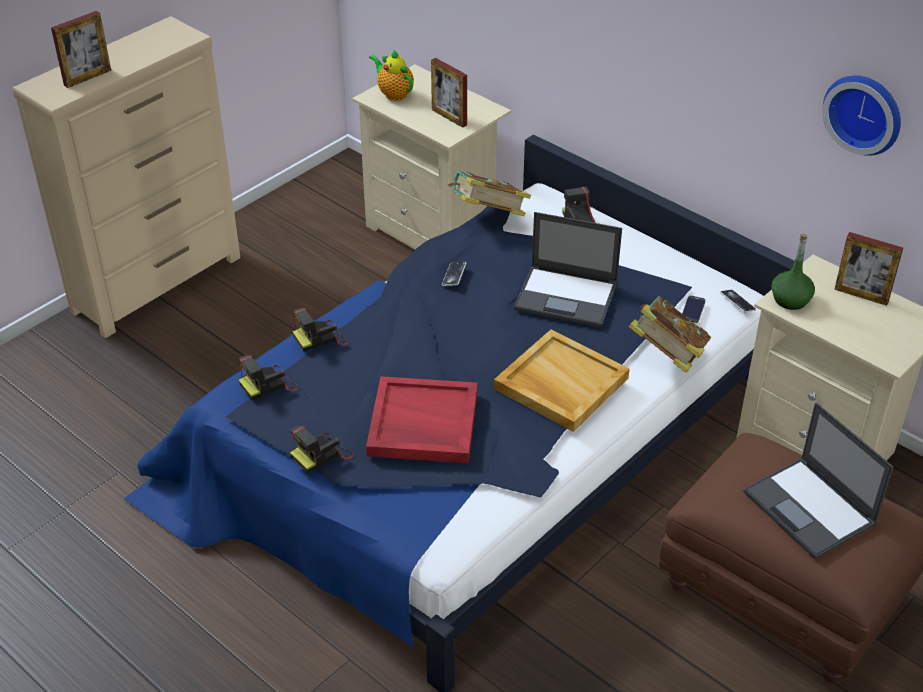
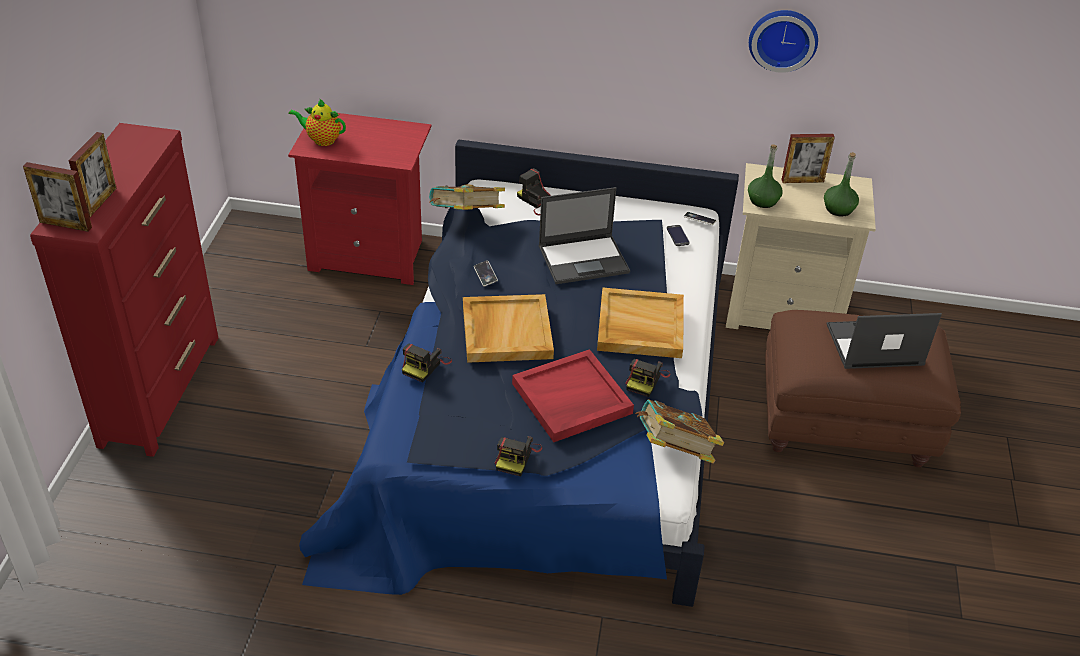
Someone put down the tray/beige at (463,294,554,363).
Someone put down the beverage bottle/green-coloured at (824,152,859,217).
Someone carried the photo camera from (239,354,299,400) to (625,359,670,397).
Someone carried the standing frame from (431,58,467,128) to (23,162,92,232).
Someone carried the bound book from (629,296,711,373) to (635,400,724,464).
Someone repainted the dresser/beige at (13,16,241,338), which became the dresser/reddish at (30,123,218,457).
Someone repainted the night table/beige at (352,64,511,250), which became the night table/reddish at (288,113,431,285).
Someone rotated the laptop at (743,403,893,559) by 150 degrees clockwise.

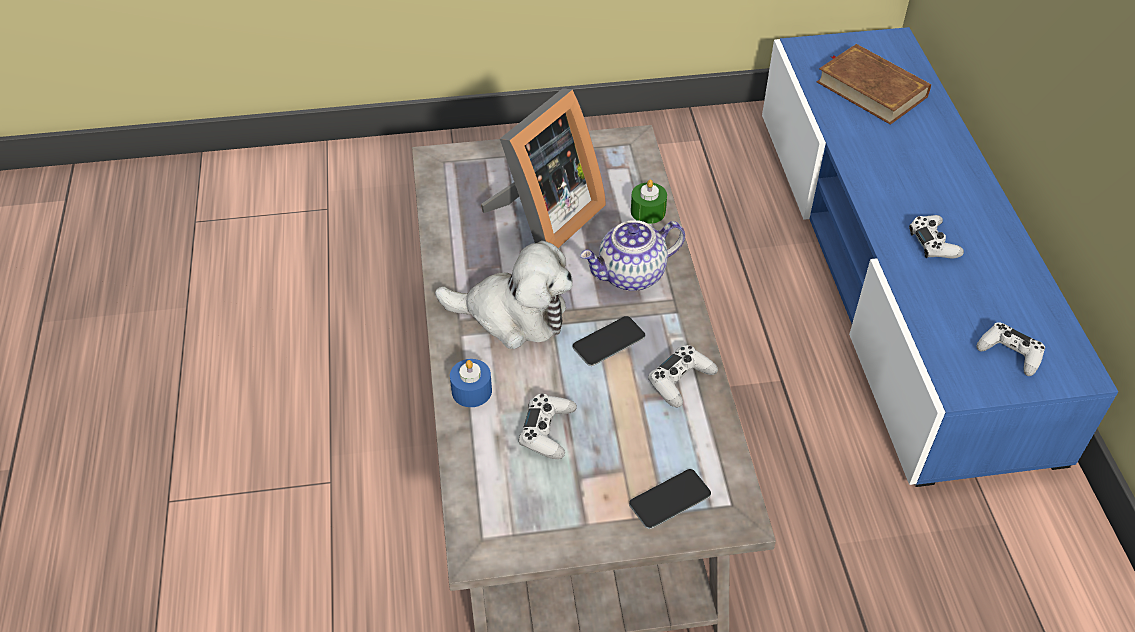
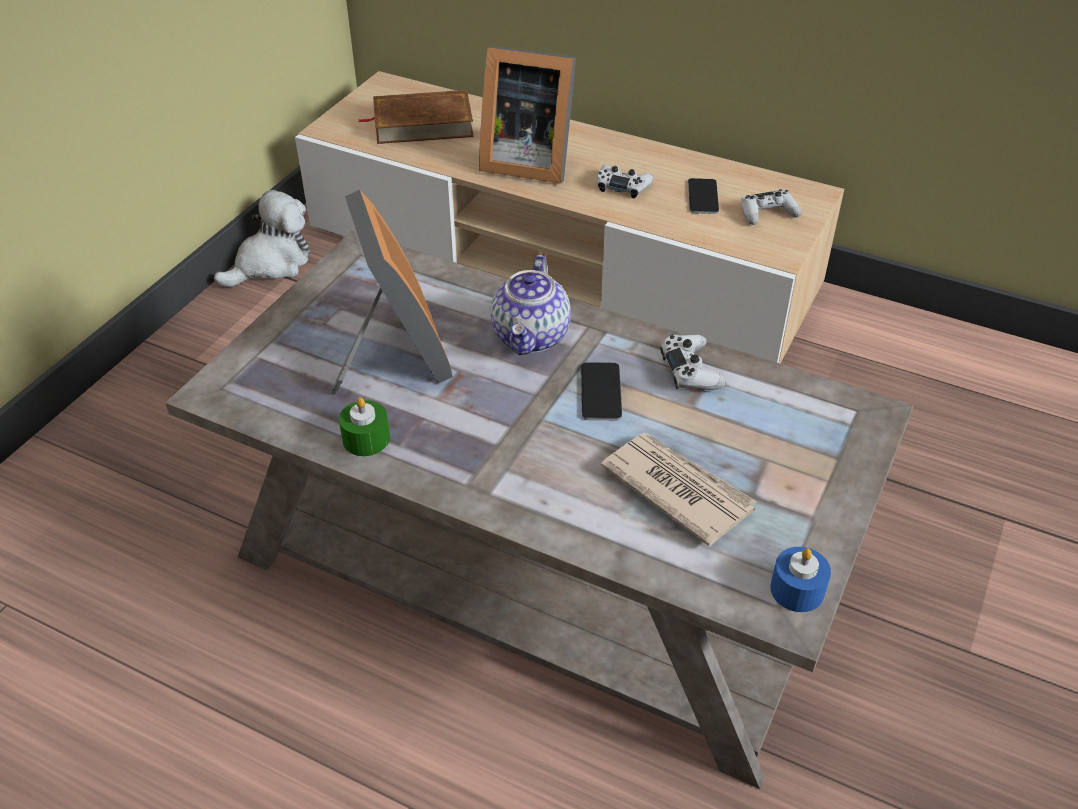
Someone put down the standing frame at (479,46,576,184).
Someone carried the soft toy from (435,241,572,349) to (214,190,310,287).
Someone carried the wax candle/bluish from (450,359,492,407) to (770,547,831,612).
Someone carried the handset from (629,469,711,529) to (688,178,719,214).
Someone carried the wax candle/green-coloured from (631,179,667,224) to (339,397,390,456).
Someone swapped the gamepad/whitish at (519,394,577,459) for the daily paper at (600,433,757,546).
Someone repainted the tv stand/bluish at (762,27,1118,487), which became the tv stand/beige at (295,71,844,363).

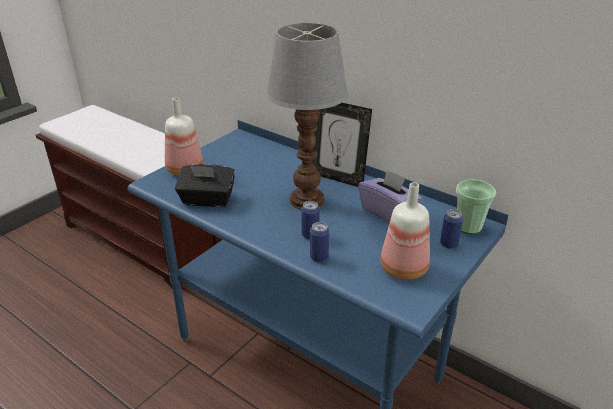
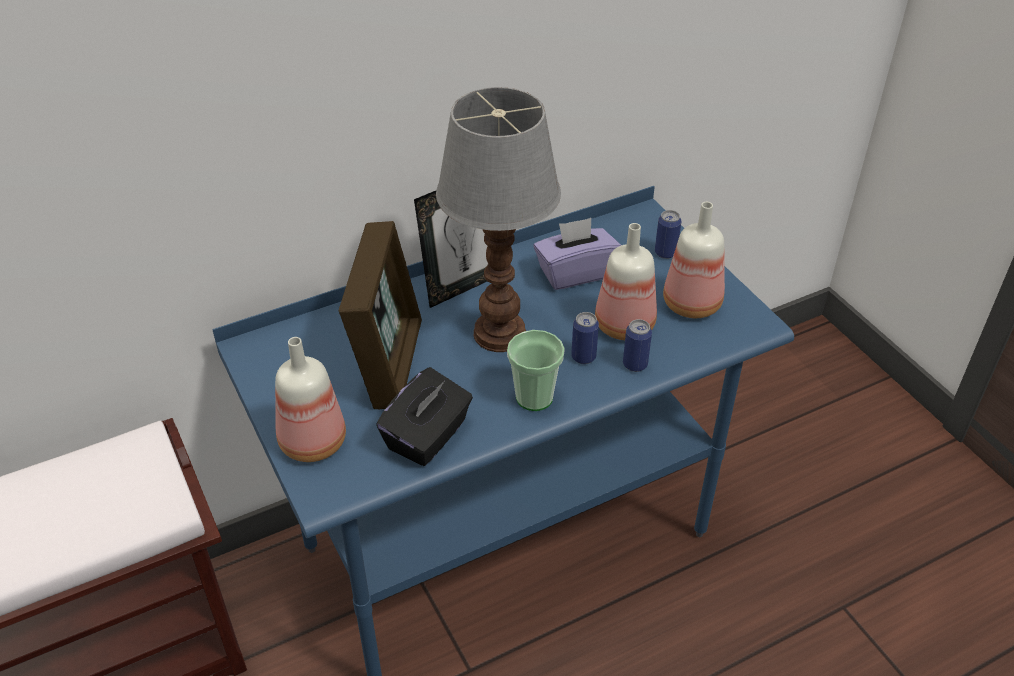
Someone put down the standing frame at (339,221,422,409).
Someone put down the beverage bottle at (595,223,657,340).
Someone carried the cup from (456,179,496,235) to (507,330,565,411).

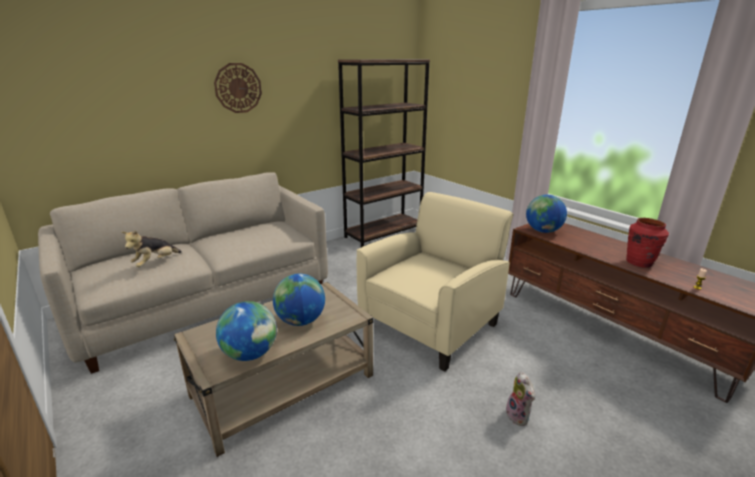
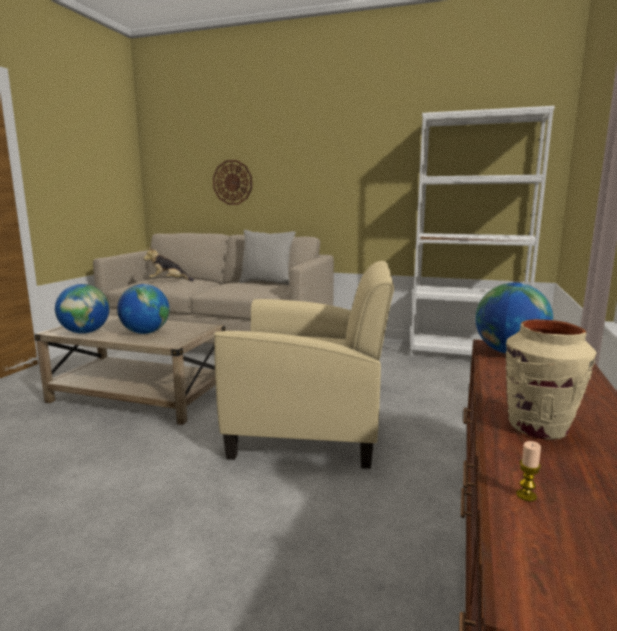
Someone took away the soft toy at (506,372,535,426).
Someone put down the throw pillow/gray at (239,230,296,285).
Someone carried the wall clock from (214,63,262,113) to (213,160,252,205).
Someone repainted the shelving unit/brown-coloured at (338,59,430,247), which became the shelving unit/whitish at (410,106,555,357).
Someone repainted the flower vase/reddish at (626,218,669,268), which became the flower vase/beige at (506,319,597,440).

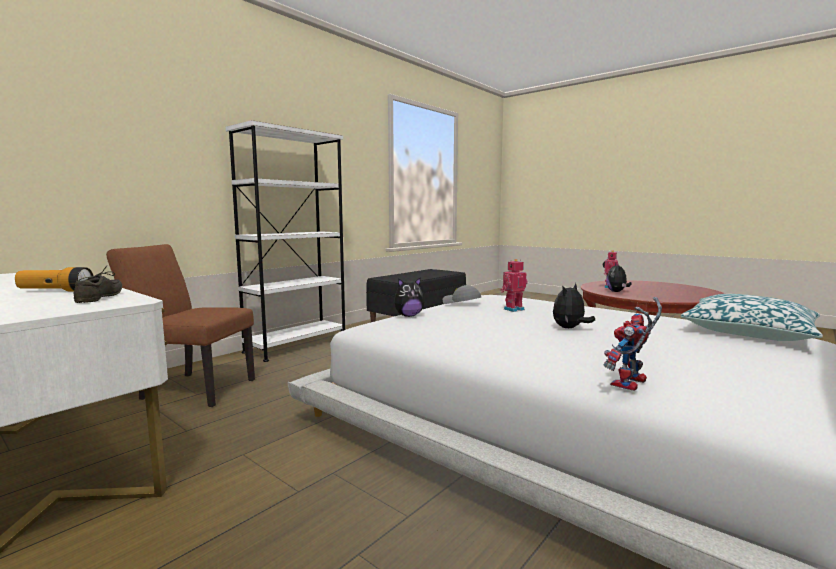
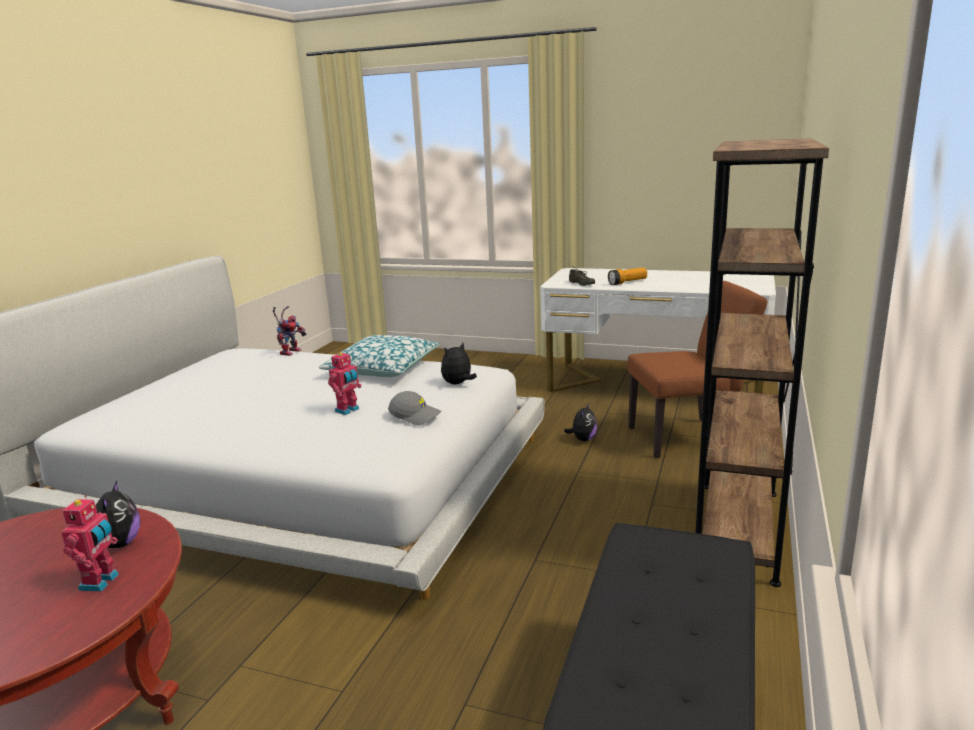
Someone carried the soft toy from (553,283,595,328) to (564,403,597,441).
Someone carried the throw pillow from (681,294,823,341) to (319,335,440,377).
Someone repainted the shelving unit/whitish at (226,120,345,362), which became the shelving unit/brown-coloured at (695,138,829,587).

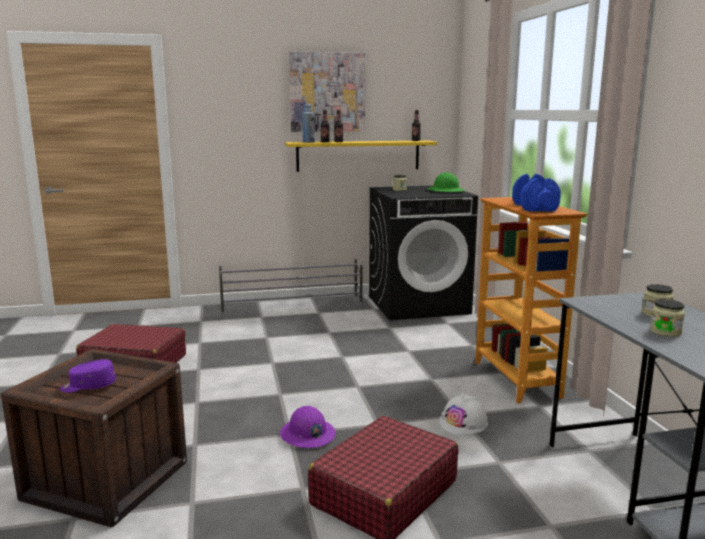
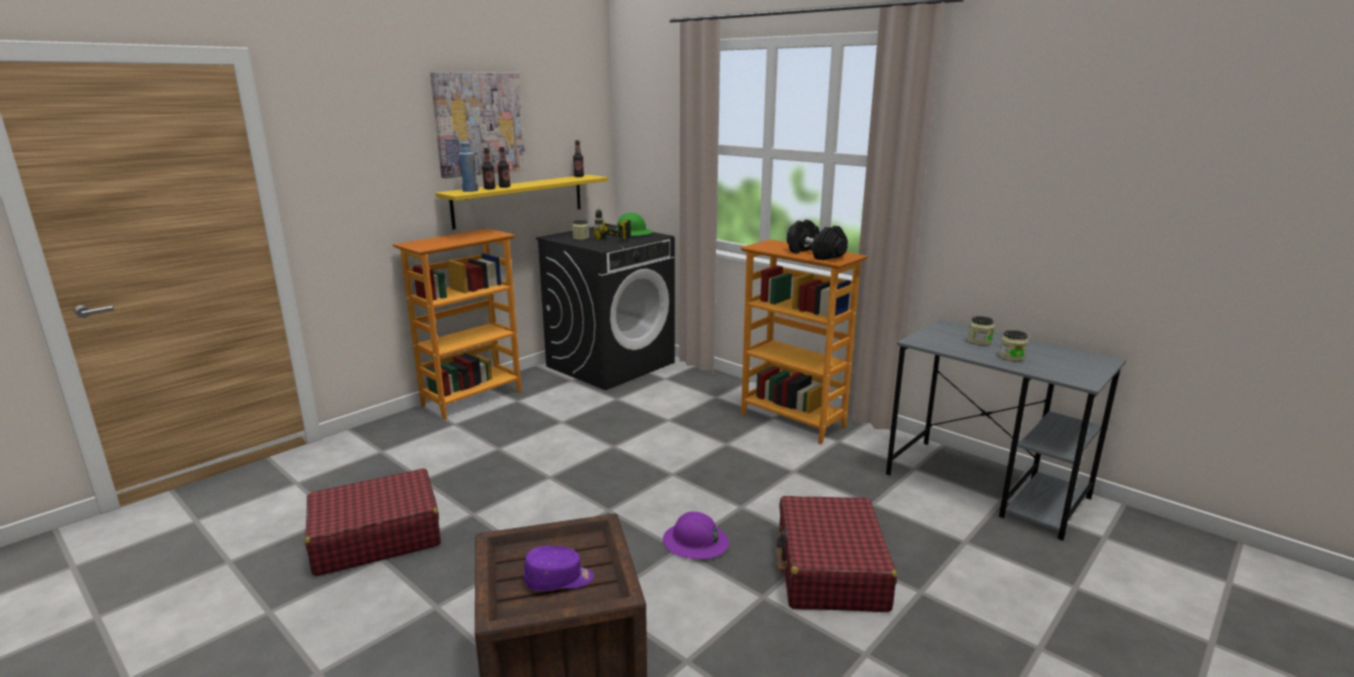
Someone took away the safety helmet/whitish at (439,393,488,435).
Someone put down the power drill at (594,207,631,240).
Someone swapped the shoe stand/gray at (219,258,363,314) for the shelving unit at (392,229,522,420).
Someone repainted the free weight/bluish at (512,174,561,211), which became the free weight/blackish at (787,220,848,260).
Someone rotated the cap/purplish at (60,359,116,393) by 150 degrees counterclockwise.

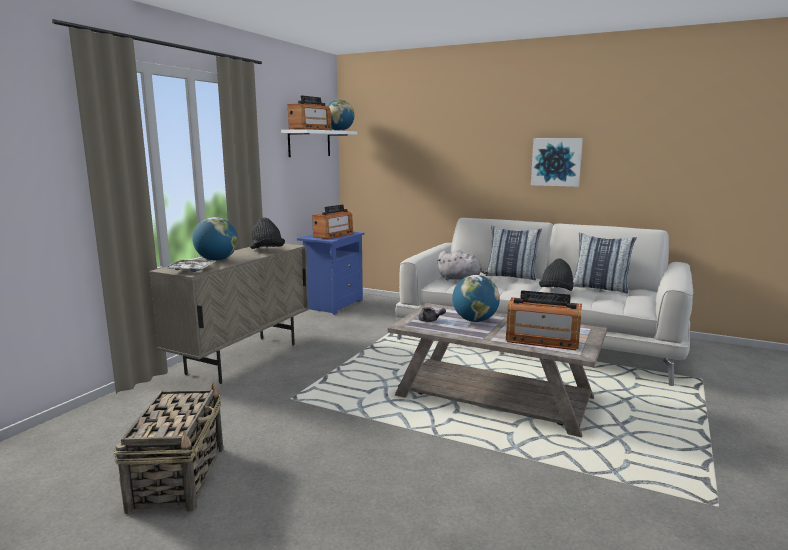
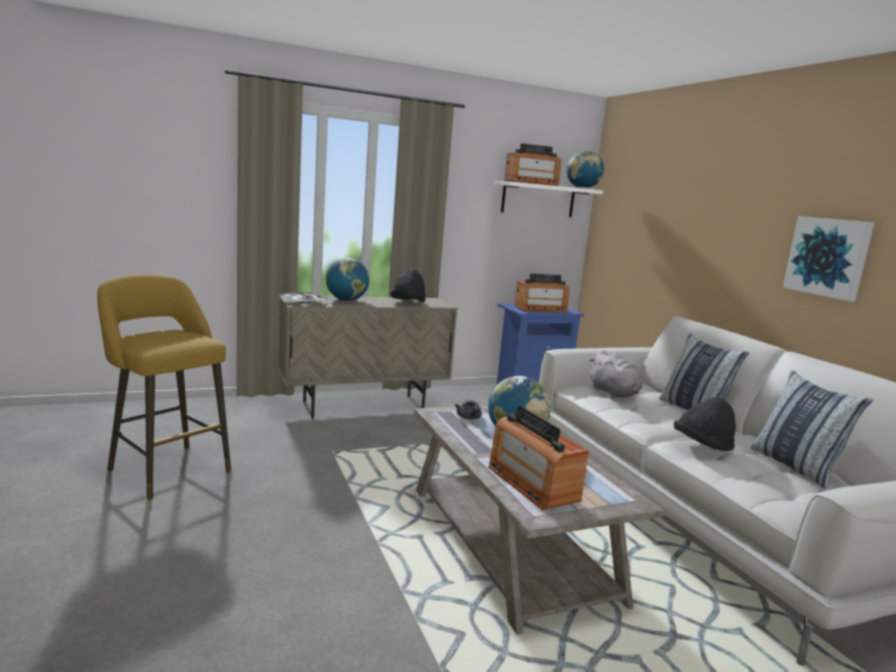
Someone swapped the basket at (113,383,223,514) for the stool seat/yellow-coloured at (97,274,231,500).

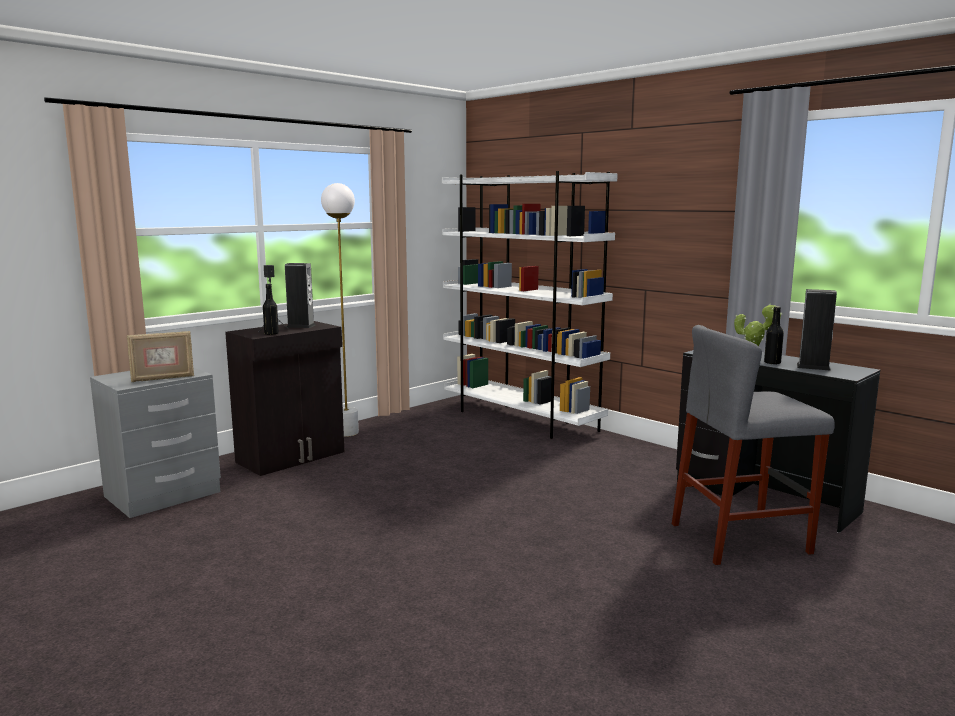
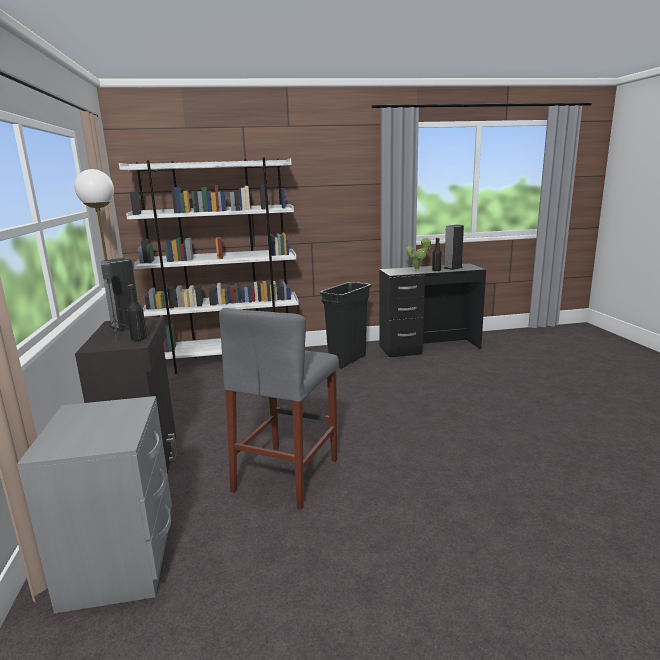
Someone took away the standing frame at (127,331,194,382).
Someone put down the rubbish bin/blackish at (320,282,371,369).
Someone carried the stool seat/gray from (672,325,835,565) to (219,308,339,510).

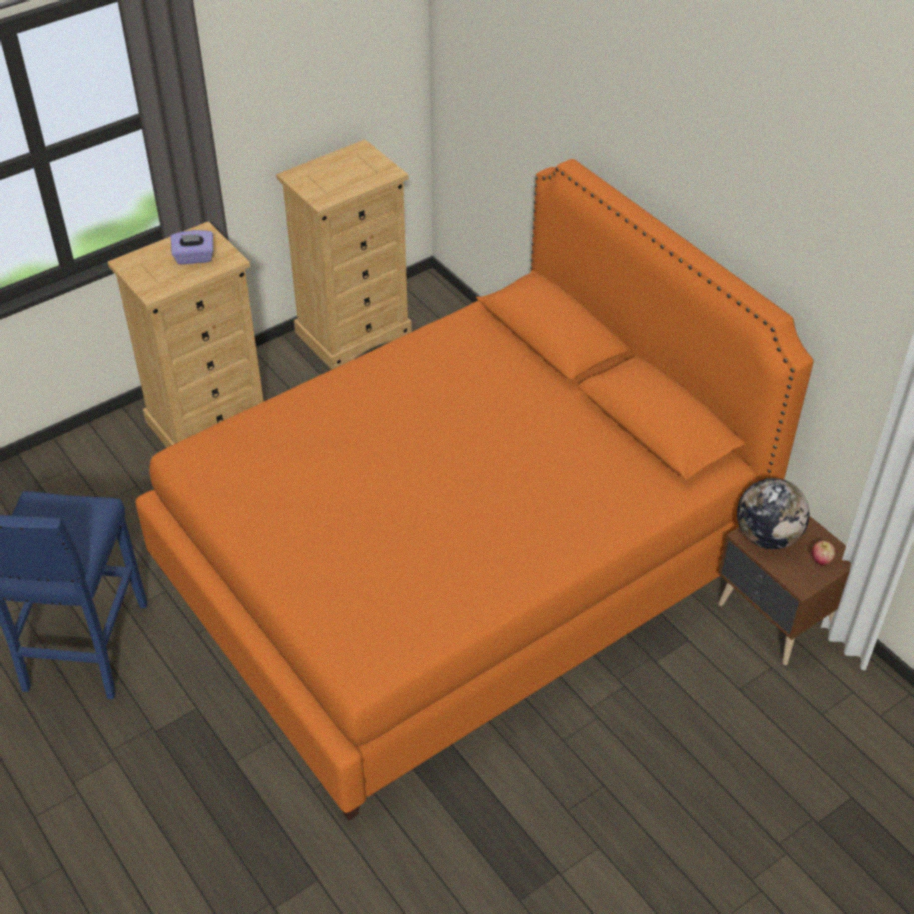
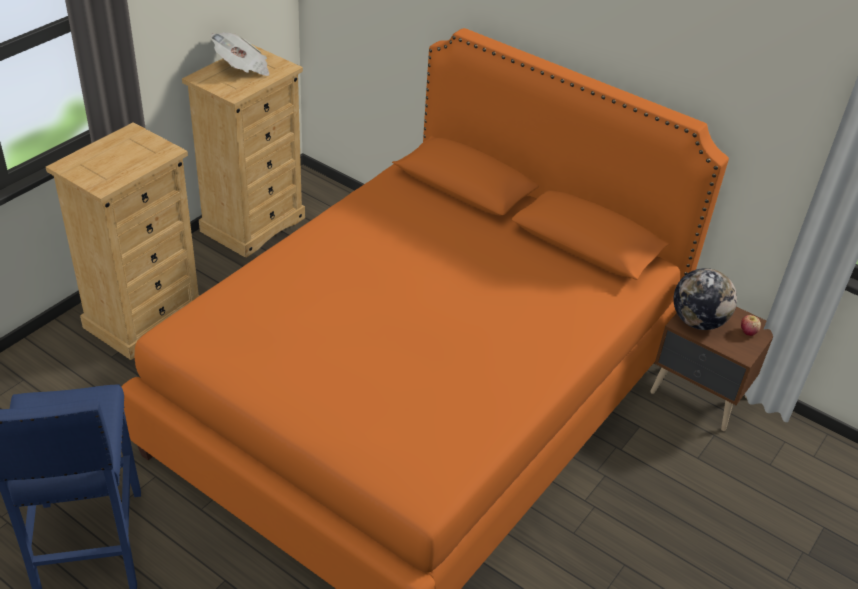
Someone took away the tissue holder/purplish at (171,230,213,264).
Someone put down the daily paper at (210,32,269,76).

